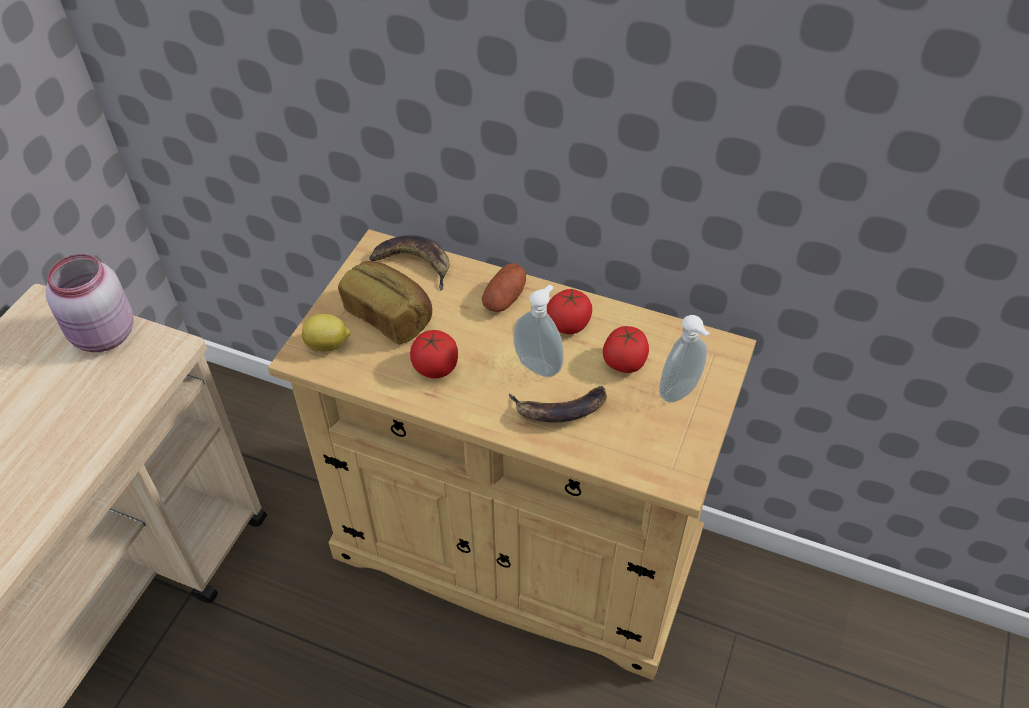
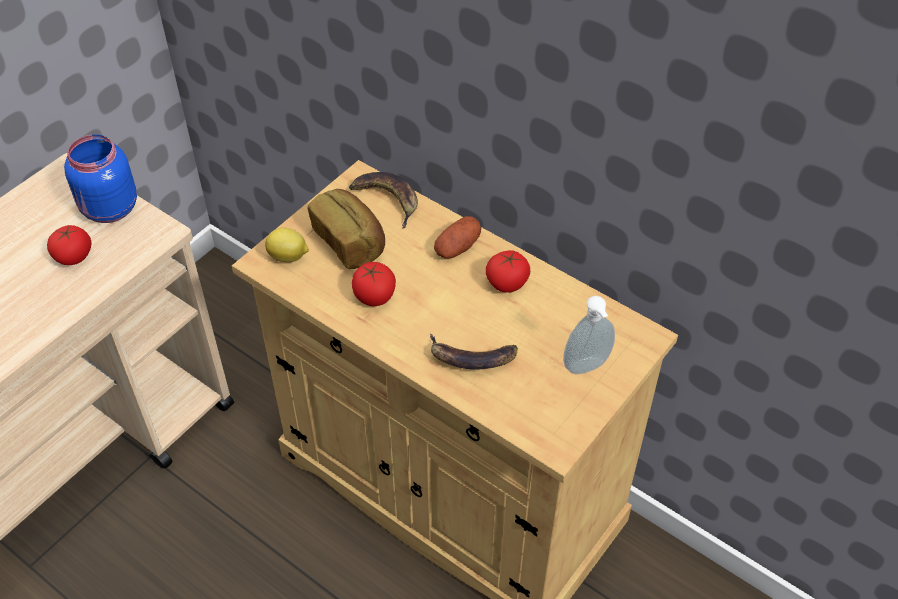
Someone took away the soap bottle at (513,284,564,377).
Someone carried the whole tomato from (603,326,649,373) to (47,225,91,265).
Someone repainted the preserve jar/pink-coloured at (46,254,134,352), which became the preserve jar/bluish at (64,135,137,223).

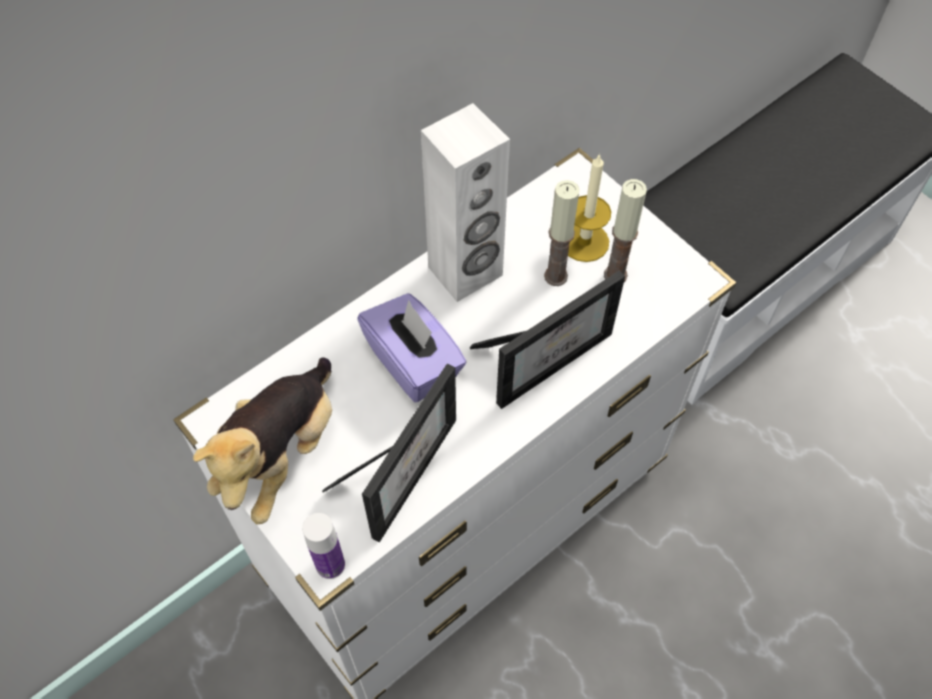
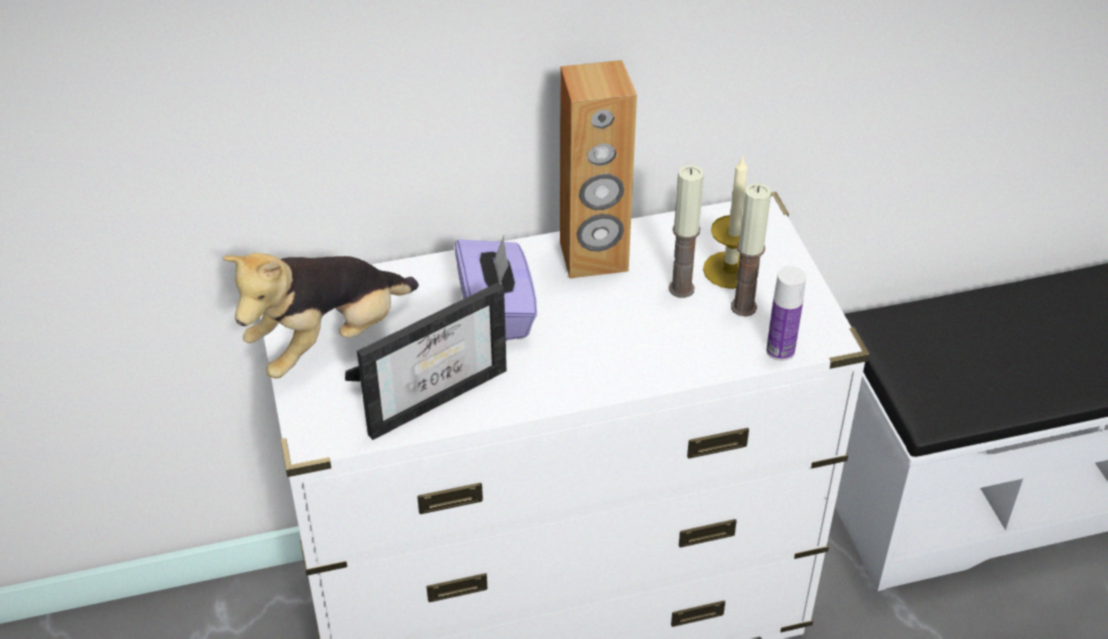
Someone took away the standing frame at (470,271,625,409).
Someone carried the beverage bottle from (302,513,345,579) to (766,266,806,361).
Someone repainted the speaker/whitish at (421,103,510,302), which became the speaker/brown-coloured at (560,60,637,278).

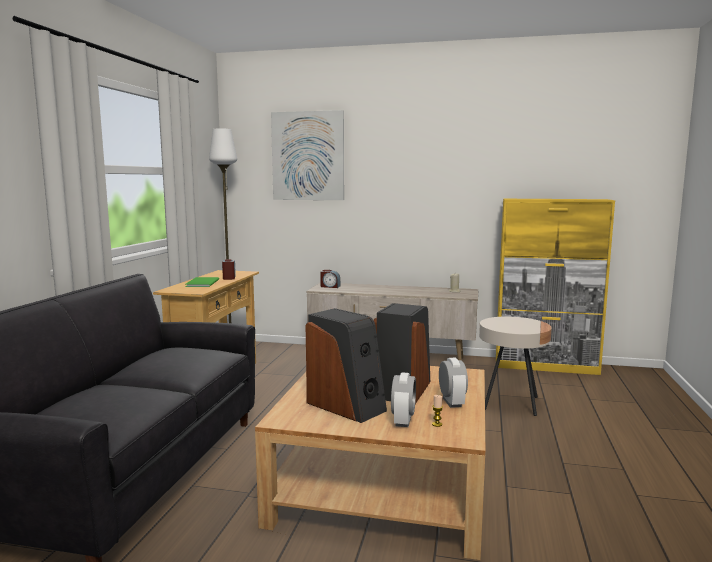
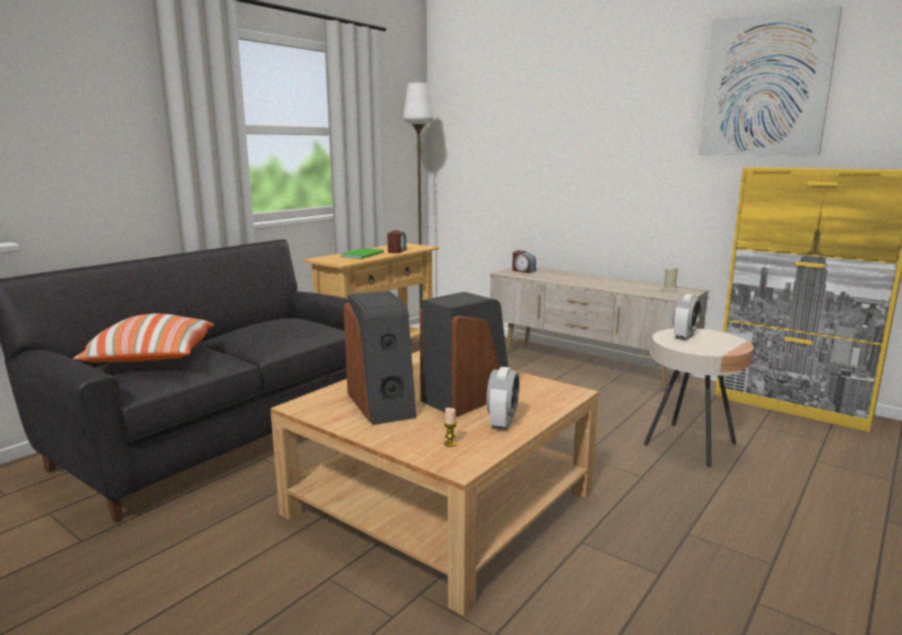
Someone put down the throw pillow at (73,314,214,362).
Someone carried the wall picture from (271,110,344,200) to (698,5,842,156).
Someone carried the alarm clock from (391,372,416,427) to (673,294,701,340).

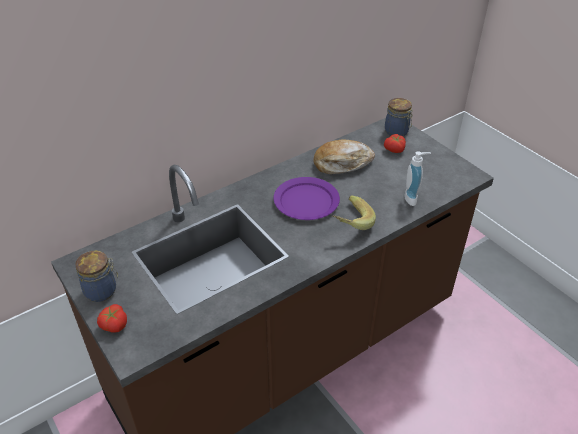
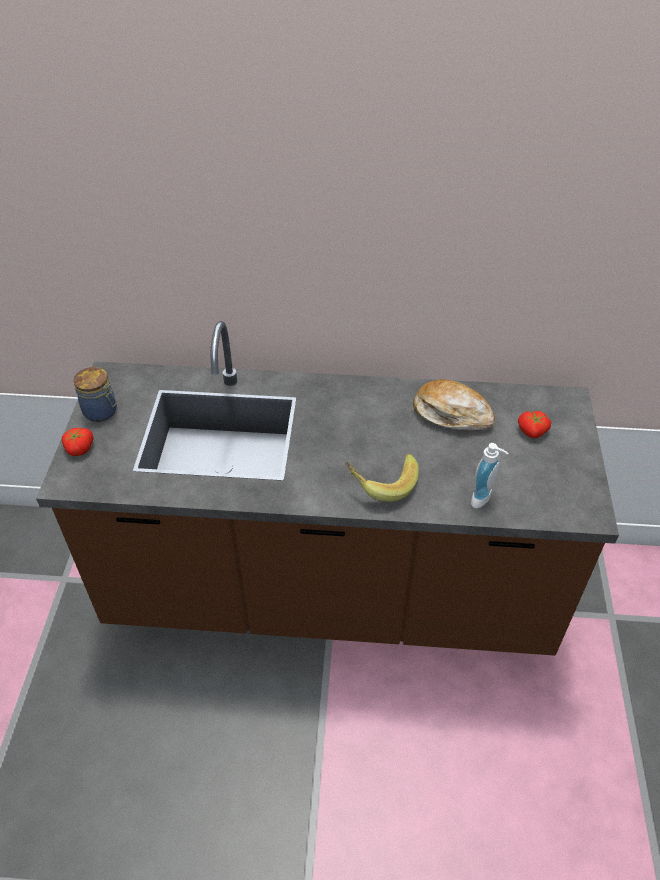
Someone took away the plate/purplish at (273,177,340,220).
Someone took away the preserve jar at (385,98,413,136).

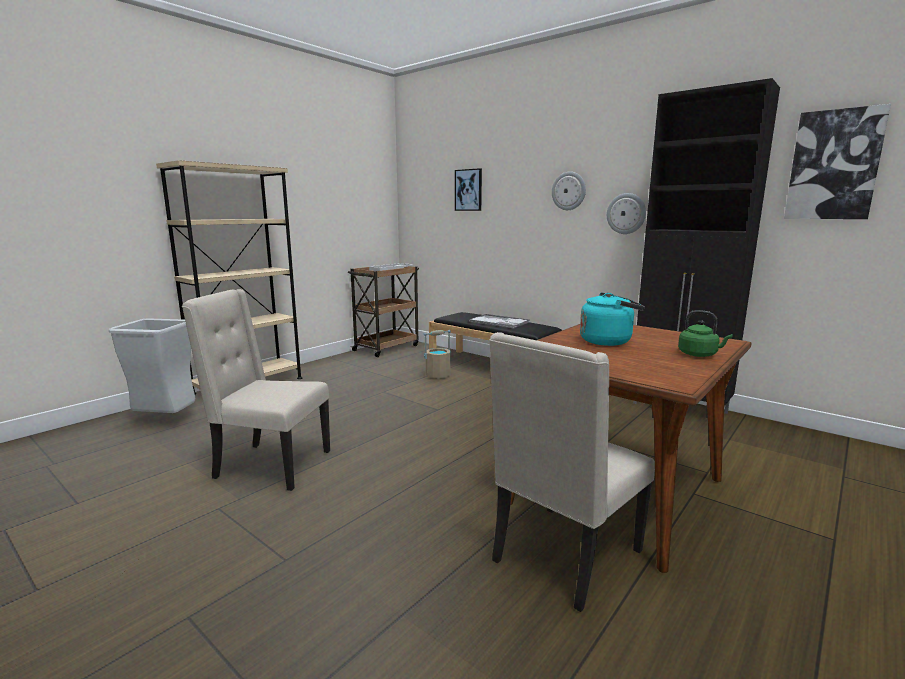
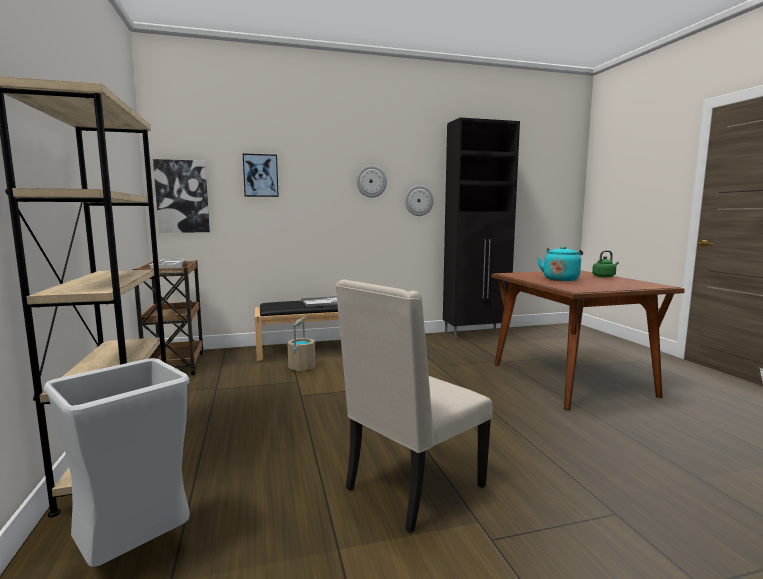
Someone took away the upright chair/beige at (489,332,655,612).
Someone carried the wall picture from (784,104,891,219) to (153,159,210,233).

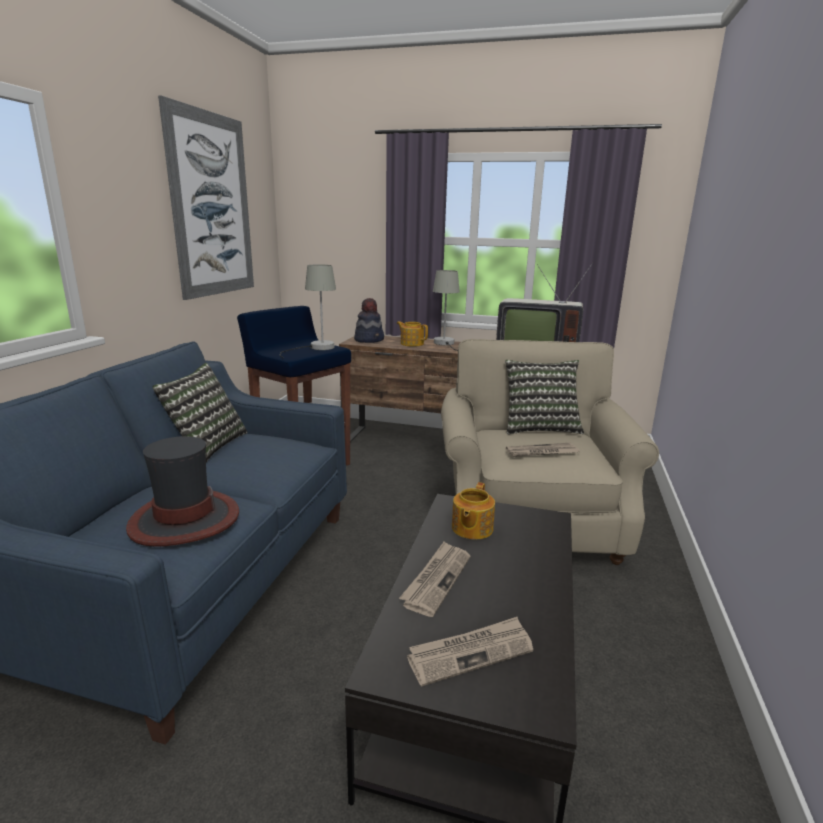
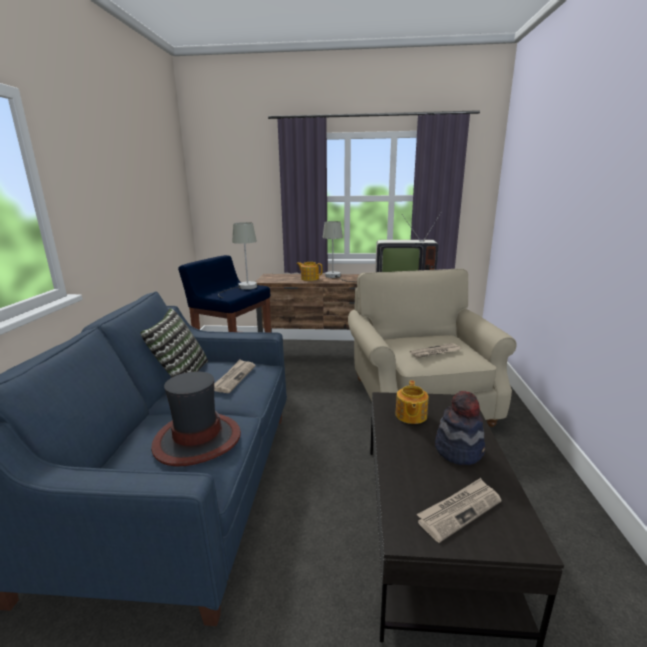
Someone took away the wall picture at (158,95,254,300).
Someone took away the throw pillow at (505,360,584,434).
Someone carried the hat from (354,298,384,343) to (435,391,485,465).
Someone carried the daily paper from (399,541,470,617) to (214,360,255,393).

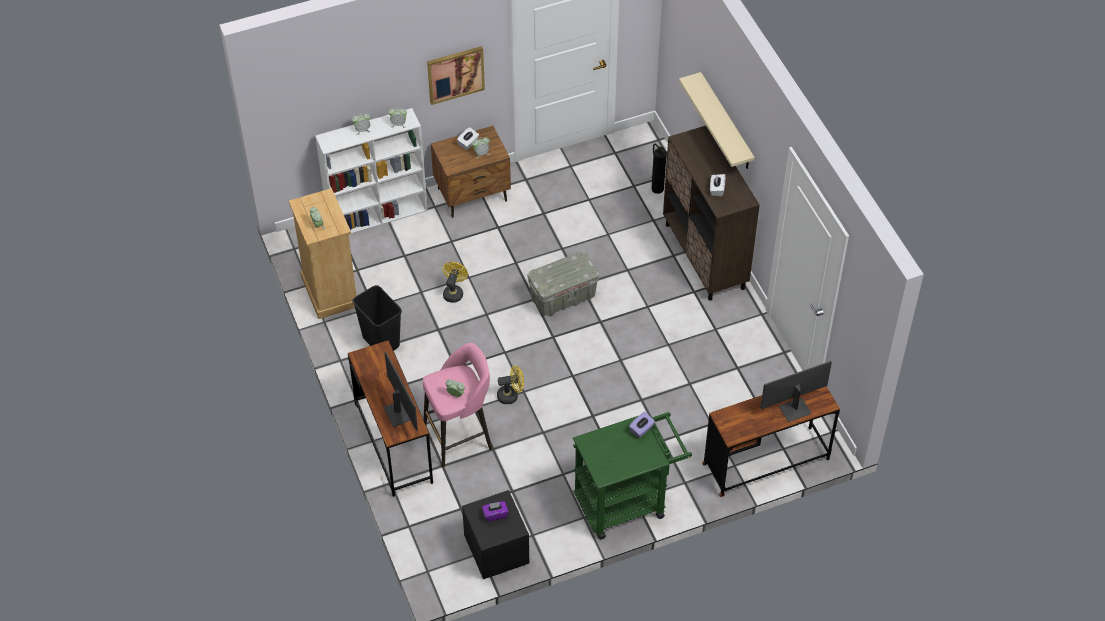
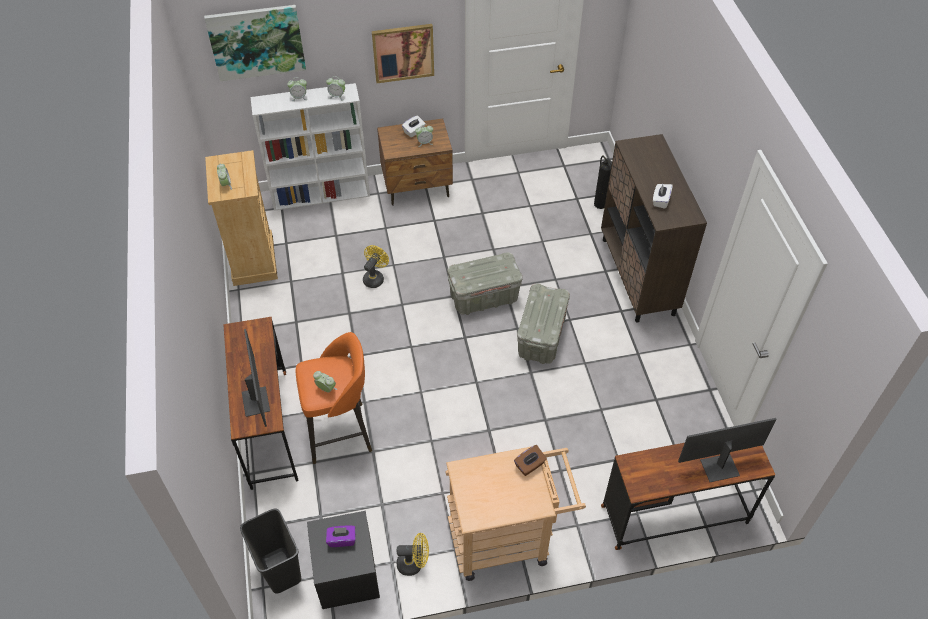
Someone took away the bracket shelf/beige at (679,72,755,169).
Someone put up the wall picture at (204,5,306,81).
Someone put down the storage bin/gray at (517,284,570,364).
Someone carried the rubbish bin/blackish from (352,285,402,351) to (240,509,301,593).
Someone carried the fan/yellow-coloured from (497,365,524,404) to (397,533,429,576).
Someone repainted the stool seat/pink-coloured at (423,343,492,467), which became the stool seat/orange at (295,332,372,464).
Someone repainted the trolley/green-coloured at (573,412,692,539), which became the trolley/beige at (445,447,586,581).
Someone repainted the tissue holder/purplish at (629,412,655,438), which became the tissue holder/brown-coloured at (514,445,547,476).

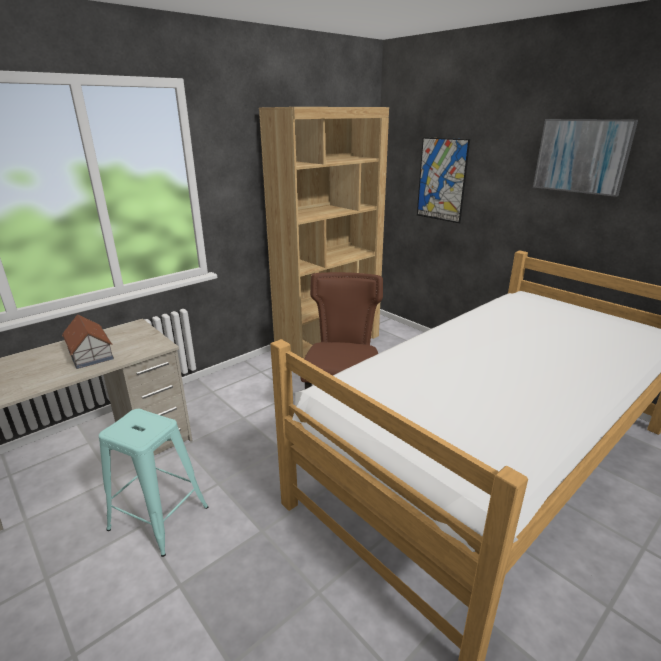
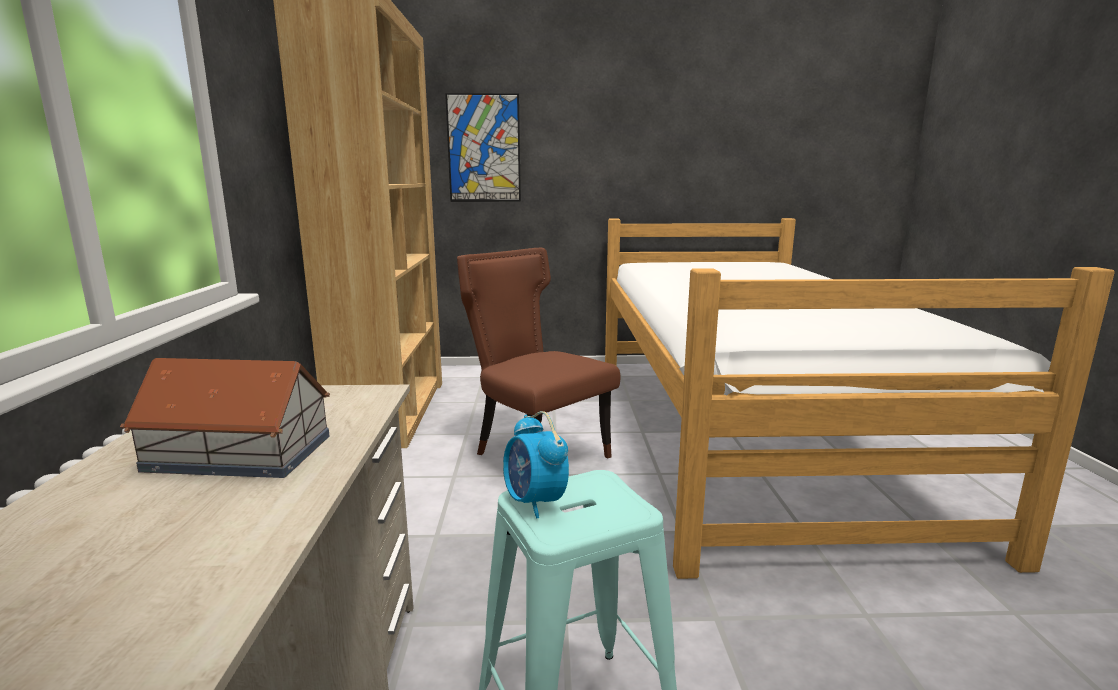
Someone took away the wall picture at (533,119,638,197).
Someone put down the alarm clock at (503,411,569,519).

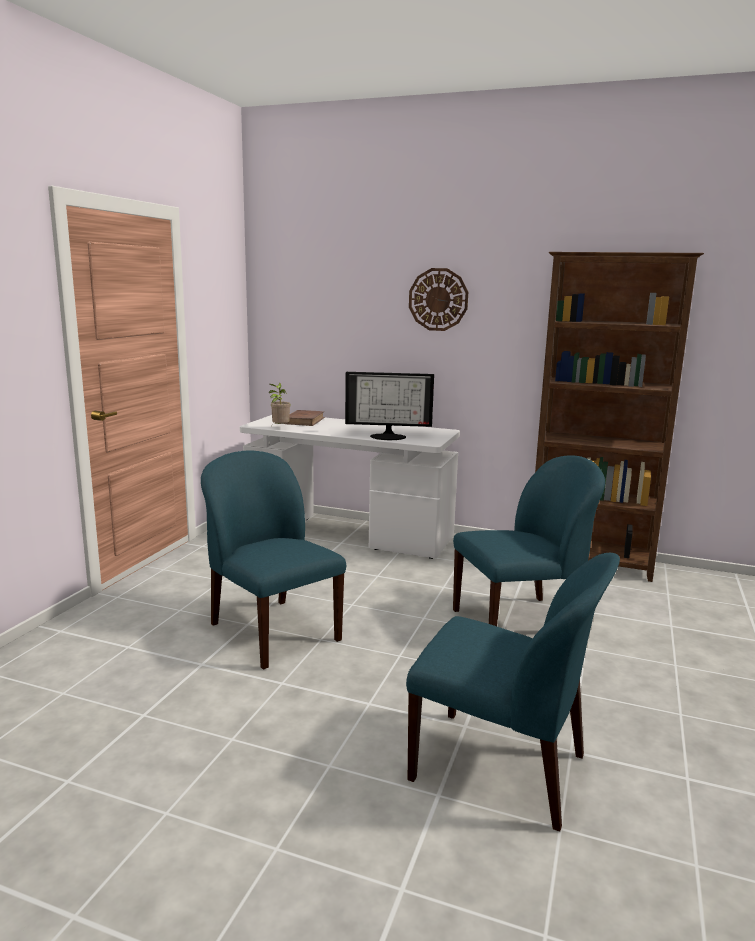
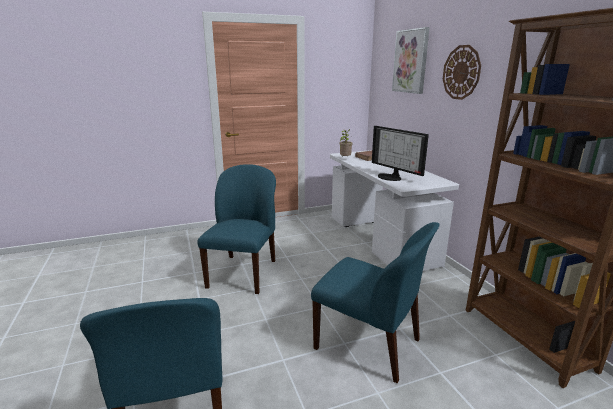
Someone put up the wall picture at (392,27,430,94).

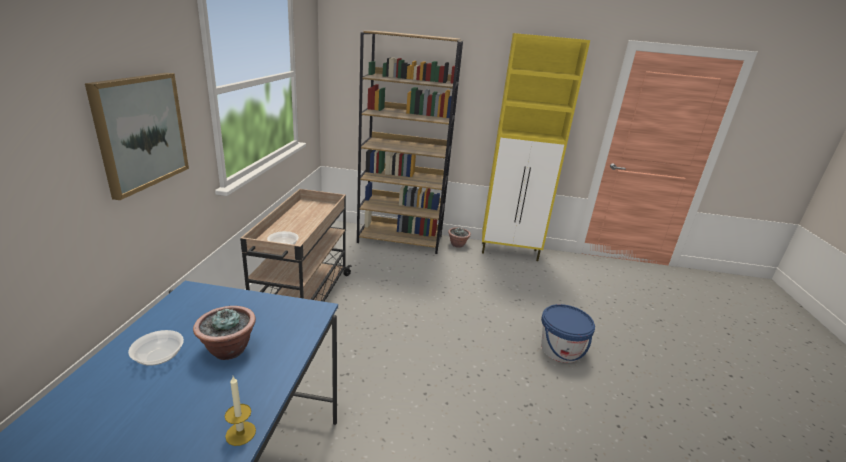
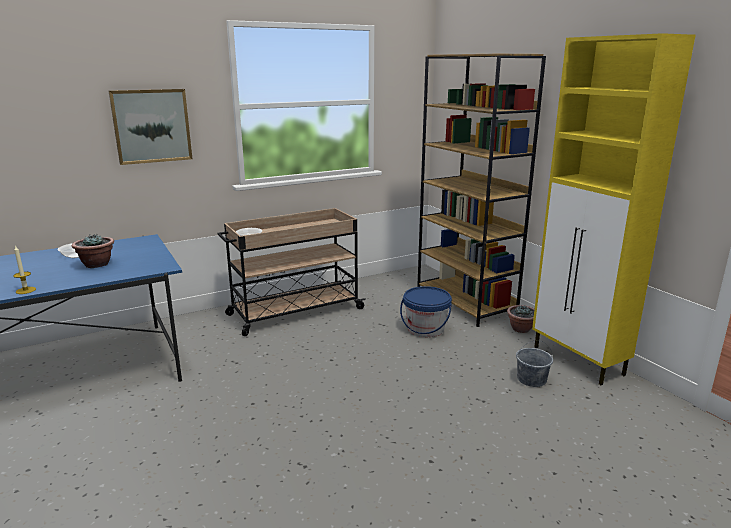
Someone put down the pail/gray at (516,340,553,387).
Someone carried the pail/bluish from (541,304,595,363) to (400,286,452,337).

